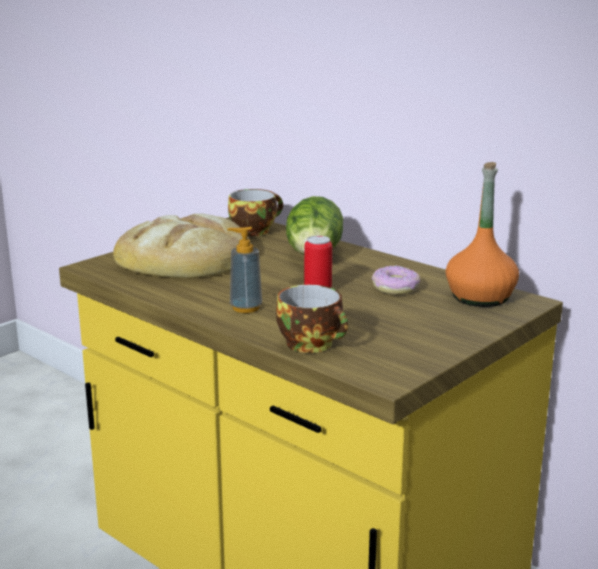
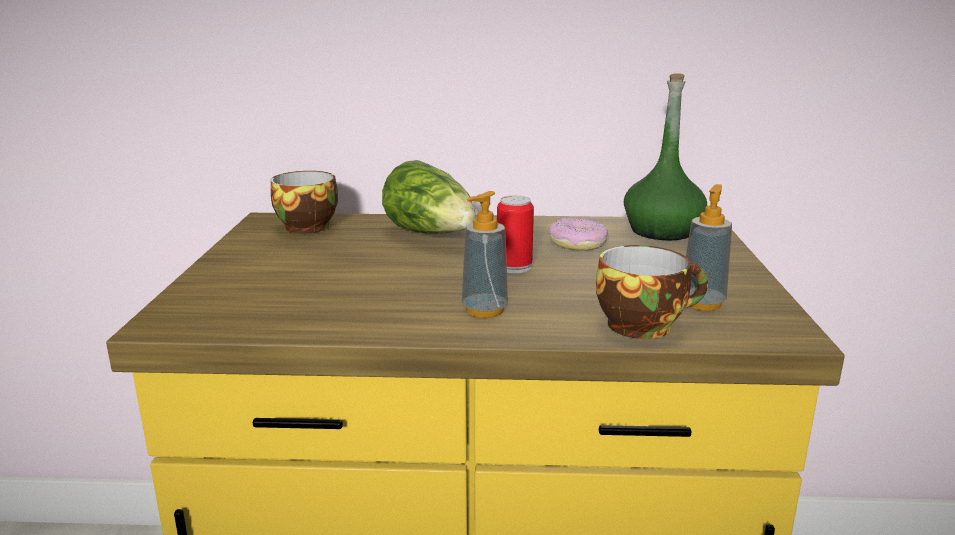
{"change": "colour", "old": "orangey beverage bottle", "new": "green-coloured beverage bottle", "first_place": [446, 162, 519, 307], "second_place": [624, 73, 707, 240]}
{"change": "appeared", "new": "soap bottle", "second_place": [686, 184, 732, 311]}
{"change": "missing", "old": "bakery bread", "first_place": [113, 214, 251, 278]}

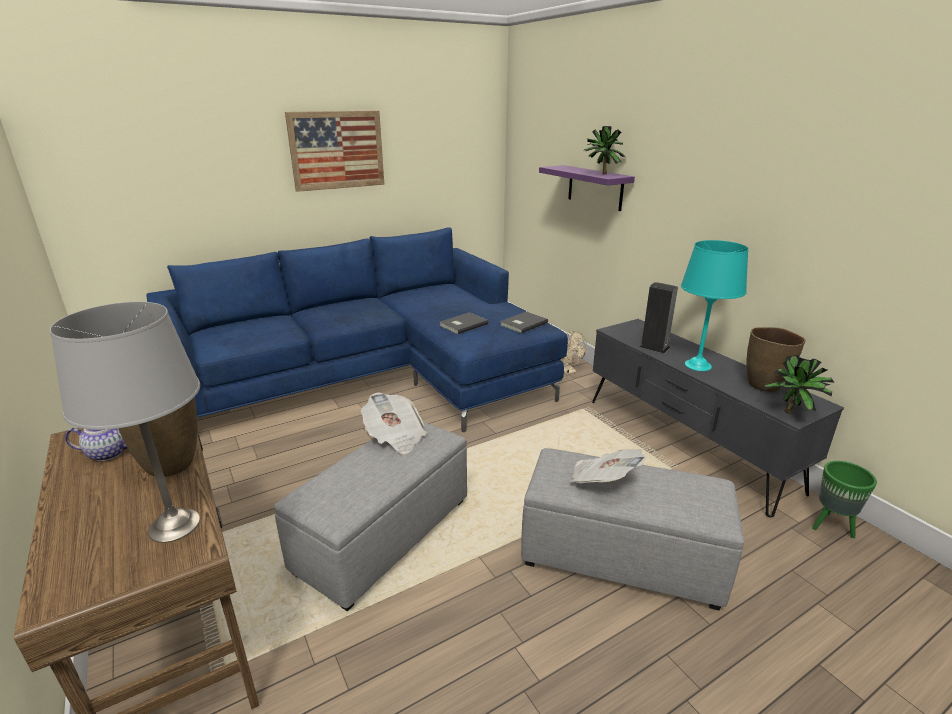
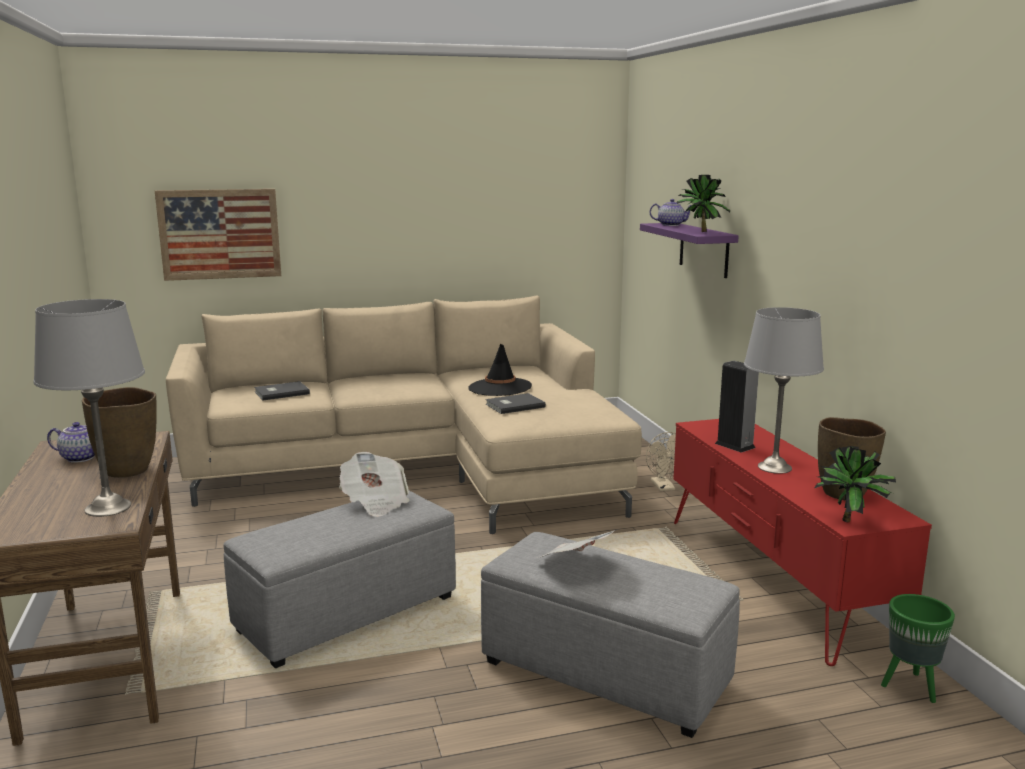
{"change": "relocated", "old": "picture", "first_place": [285, 111, 385, 192], "second_place": [155, 189, 281, 281]}
{"change": "colour", "old": "bluish couch", "new": "beige-coloured couch", "first_place": [147, 227, 568, 432], "second_place": [166, 296, 642, 534]}
{"change": "relocated", "old": "greyish book", "first_place": [500, 311, 548, 333], "second_place": [254, 381, 310, 400]}
{"change": "appeared", "new": "black hat", "second_place": [468, 344, 532, 396]}
{"change": "appeared", "new": "pot for tea", "second_place": [650, 199, 691, 226]}
{"change": "colour", "old": "greyish tv stand", "new": "red tv stand", "first_place": [592, 319, 844, 517], "second_place": [673, 419, 932, 666]}
{"change": "colour", "old": "turquoise-coloured table lamp", "new": "greyish table lamp", "first_place": [681, 240, 749, 371], "second_place": [744, 307, 824, 474]}

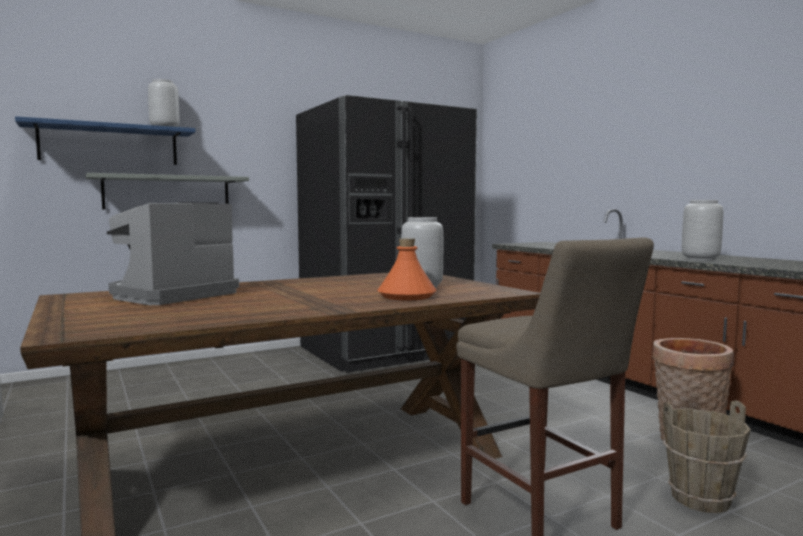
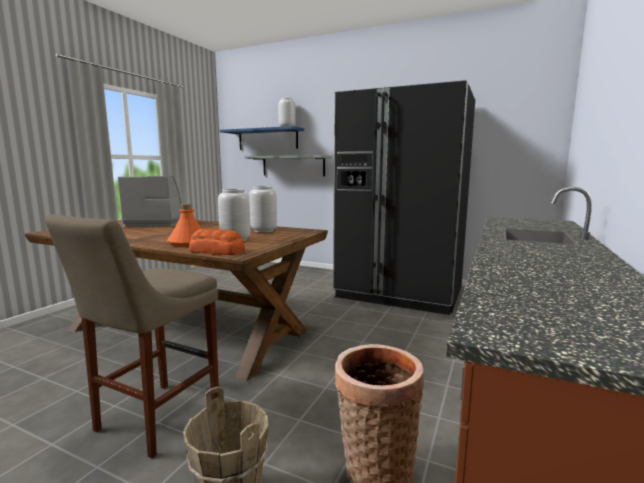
{"change": "appeared", "new": "bakery bread", "second_place": [189, 229, 245, 255]}
{"change": "relocated", "old": "greyish decorative vase", "first_place": [682, 200, 723, 261], "second_place": [249, 186, 277, 233]}

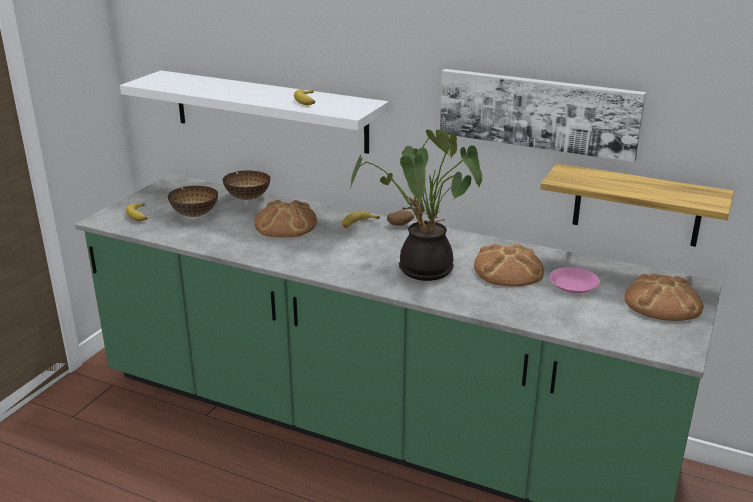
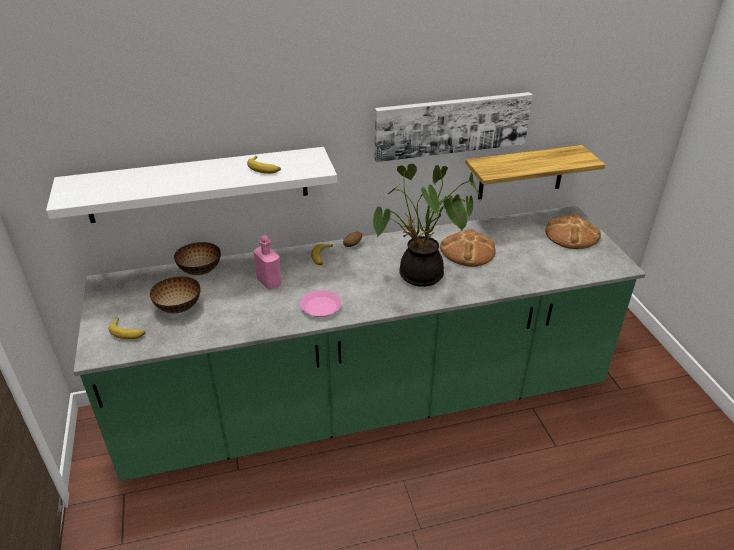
{"change": "exchanged", "old": "bakery bread", "new": "pink beverage bottle", "first_place": [254, 200, 317, 238], "second_place": [253, 235, 282, 290]}
{"change": "relocated", "old": "pink flat dish", "first_place": [550, 267, 600, 293], "second_place": [300, 290, 342, 317]}

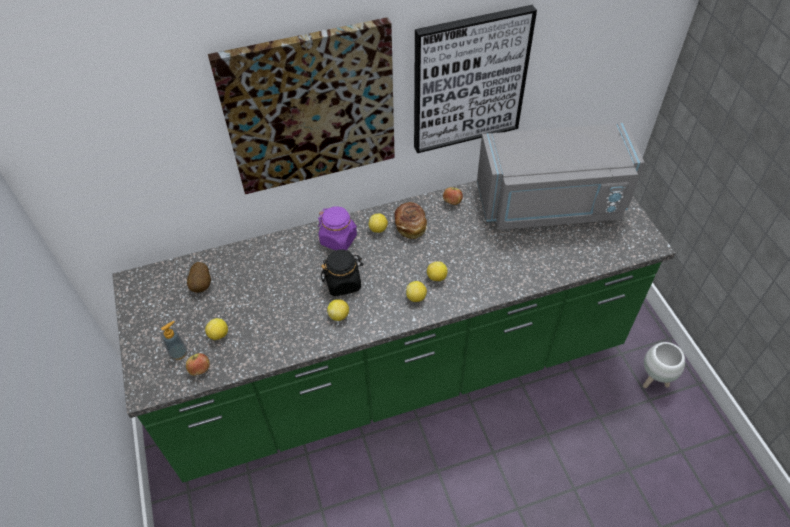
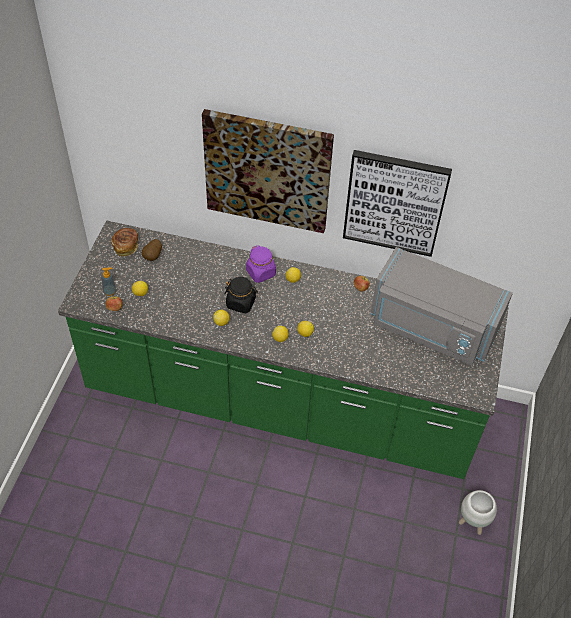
{"change": "relocated", "old": "bakery bread", "first_place": [394, 202, 427, 239], "second_place": [111, 228, 138, 256]}

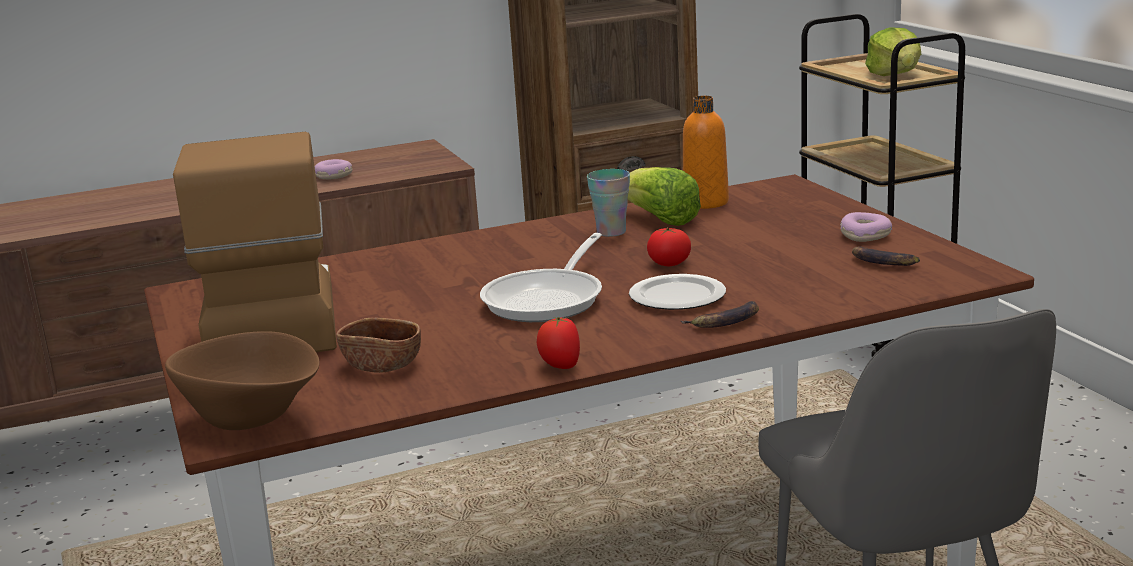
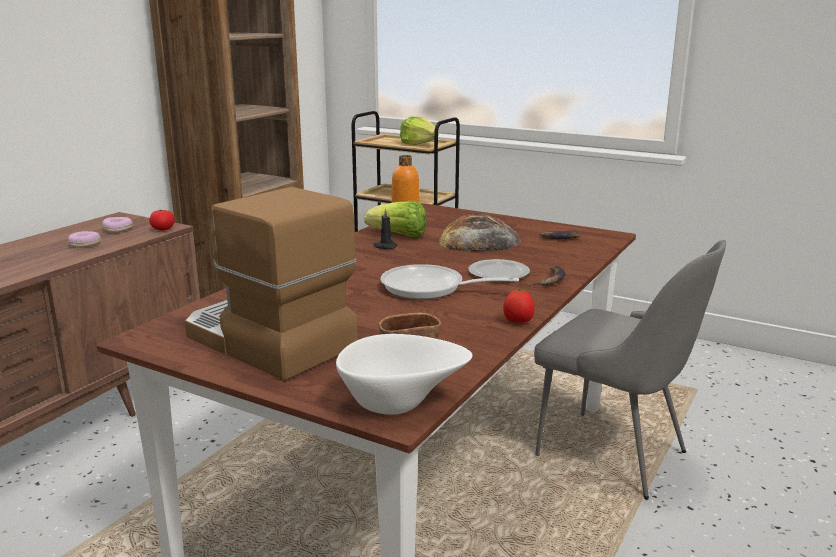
{"change": "relocated", "old": "ring doughnut", "first_place": [840, 212, 892, 242], "second_place": [102, 217, 133, 233]}
{"change": "relocated", "old": "tomato", "first_place": [647, 227, 691, 266], "second_place": [149, 210, 175, 231]}
{"change": "colour", "old": "brownish serving bowl", "new": "white serving bowl", "first_place": [165, 331, 319, 430], "second_place": [336, 334, 473, 415]}
{"change": "exchanged", "old": "small cup", "new": "black wax light", "first_place": [587, 169, 630, 237], "second_place": [374, 208, 398, 249]}
{"change": "spun", "old": "pan", "first_place": [480, 233, 602, 322], "second_place": [381, 264, 519, 300], "degrees": 120}
{"change": "appeared", "new": "bakery bread", "second_place": [438, 214, 521, 251]}

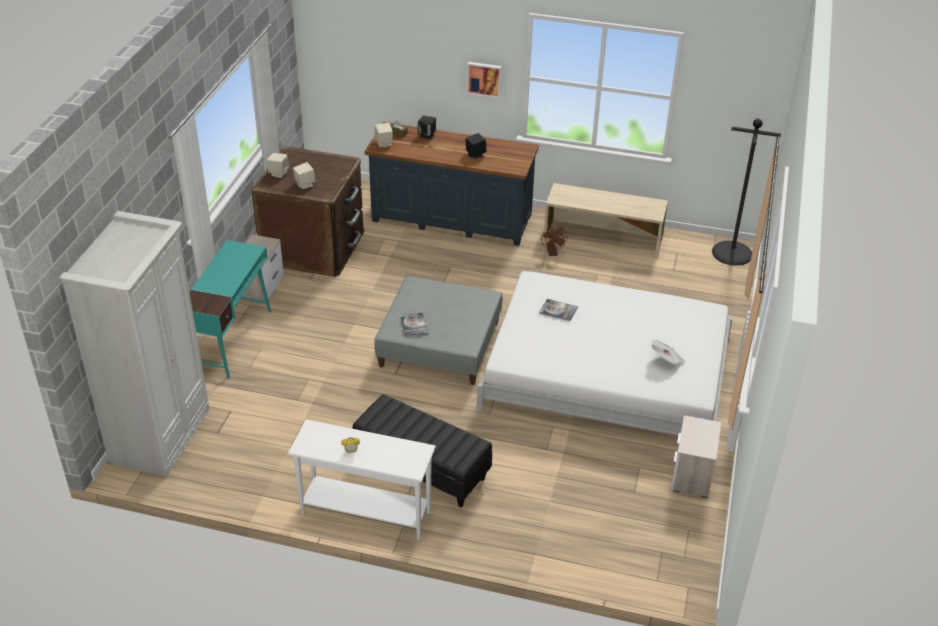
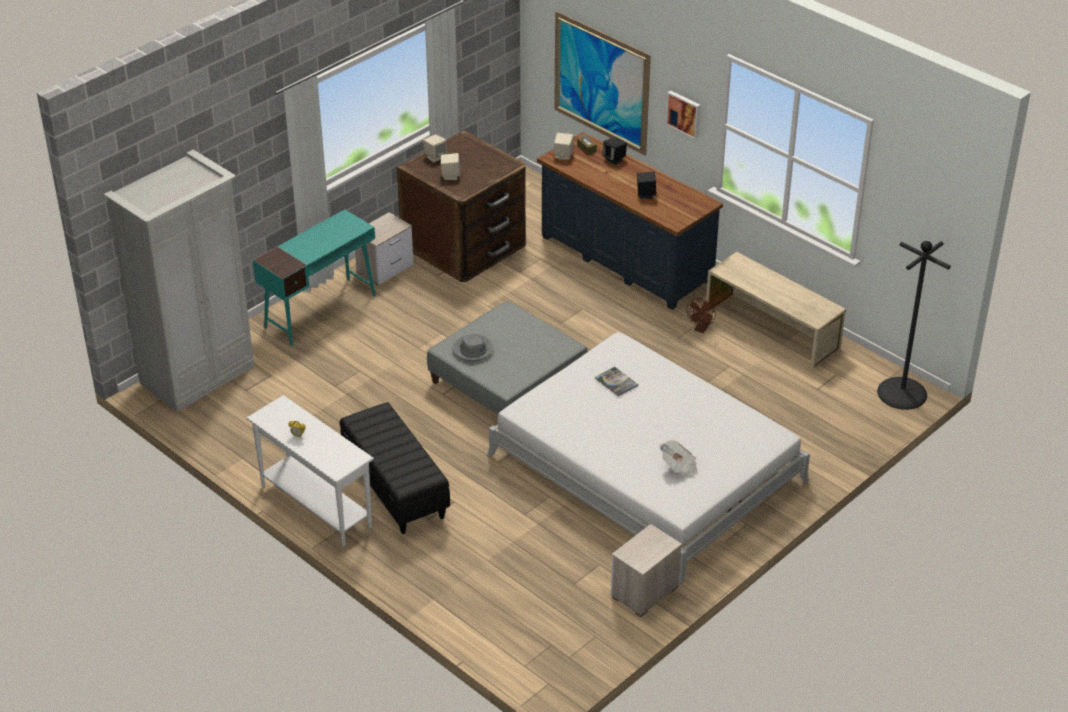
{"change": "exchanged", "old": "book", "new": "greyish hat", "first_place": [400, 313, 428, 337], "second_place": [452, 334, 493, 362]}
{"change": "appeared", "new": "picture", "second_place": [554, 11, 651, 156]}

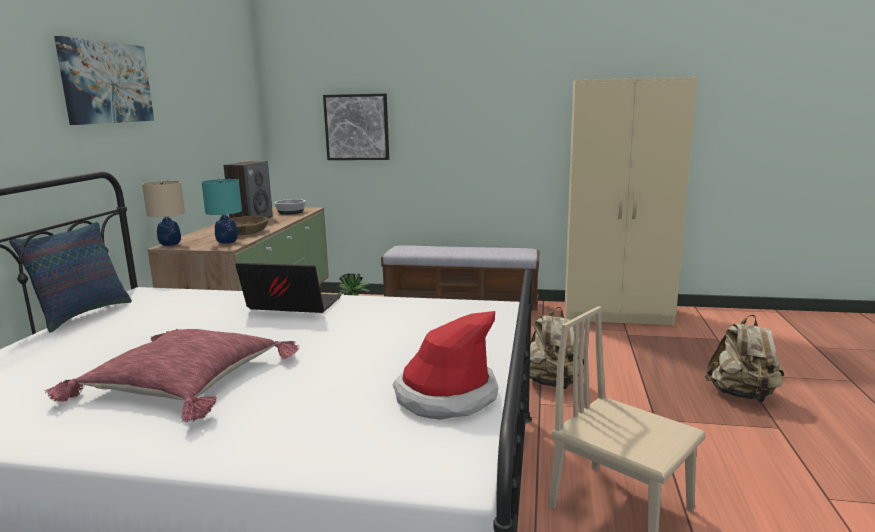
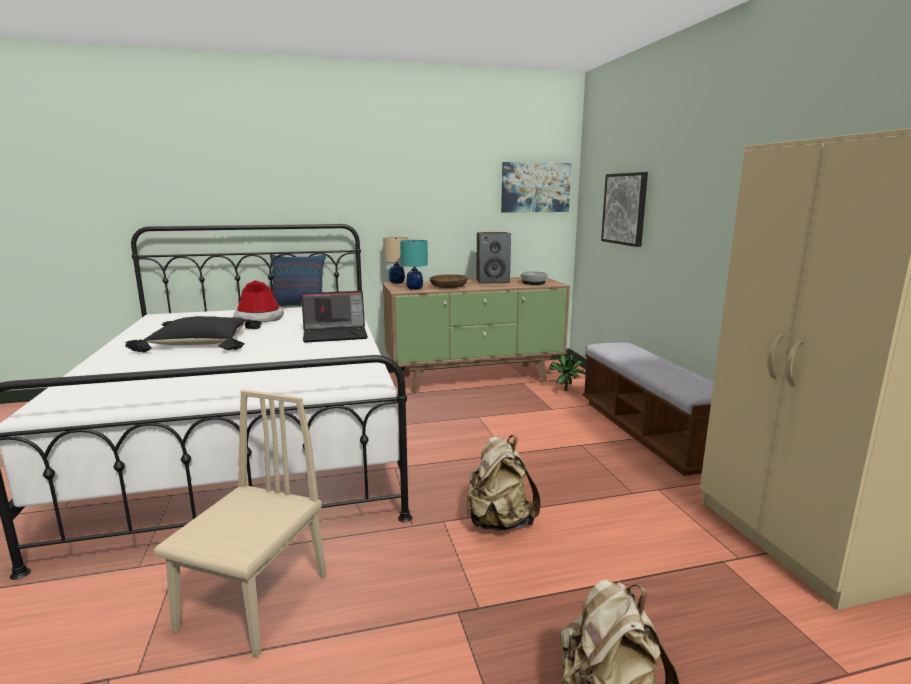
{"change": "colour", "old": "red throw pillow", "new": "black throw pillow", "first_place": [44, 329, 300, 423], "second_place": [125, 316, 263, 352]}
{"change": "relocated", "old": "hat", "first_place": [393, 311, 498, 420], "second_place": [233, 280, 284, 322]}
{"change": "spun", "old": "laptop", "first_place": [235, 263, 341, 313], "second_place": [301, 291, 368, 343], "degrees": 90}
{"change": "relocated", "old": "picture", "first_place": [54, 36, 154, 125], "second_place": [501, 162, 571, 213]}

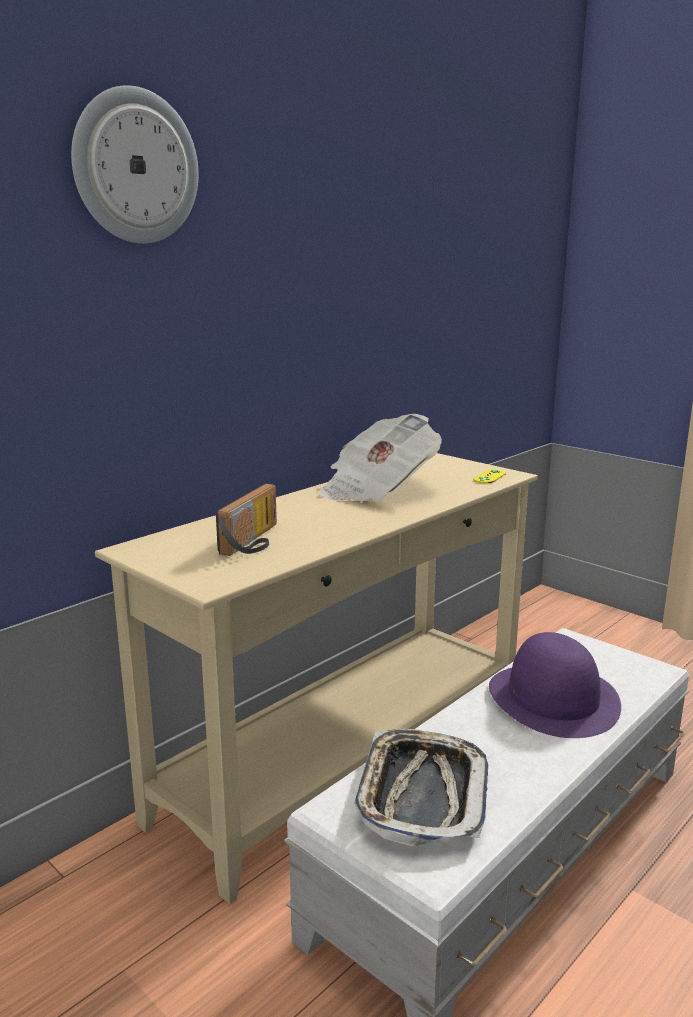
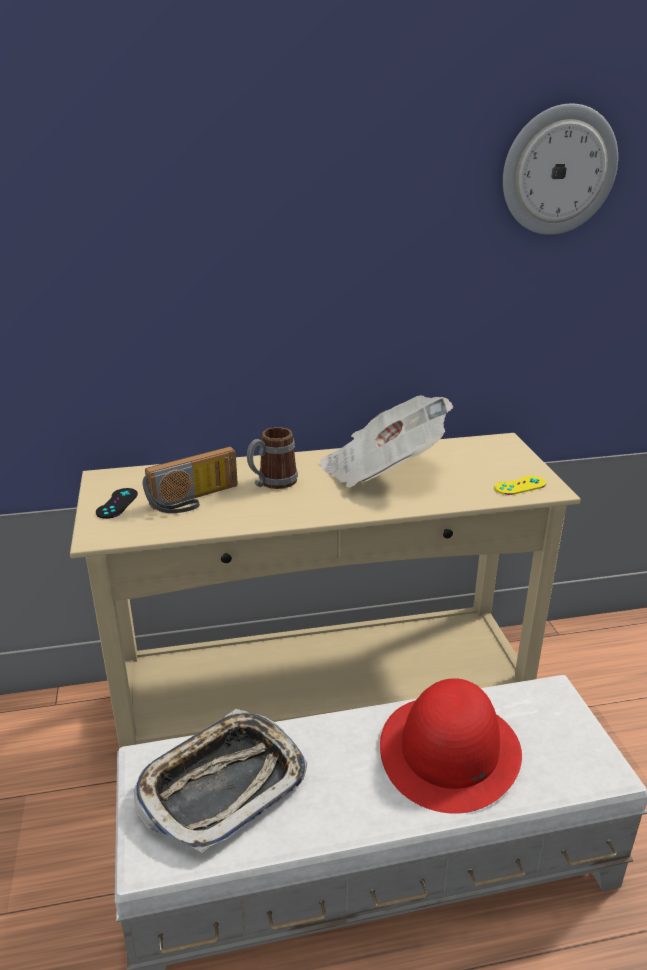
{"change": "appeared", "new": "black joypad", "second_place": [96, 488, 138, 519]}
{"change": "appeared", "new": "tea mug", "second_place": [247, 427, 298, 489]}
{"change": "colour", "old": "purple-coloured hat", "new": "red hat", "first_place": [489, 632, 621, 738], "second_place": [380, 678, 522, 814]}
{"change": "relocated", "old": "hanging clock", "first_place": [71, 85, 199, 244], "second_place": [503, 104, 618, 235]}

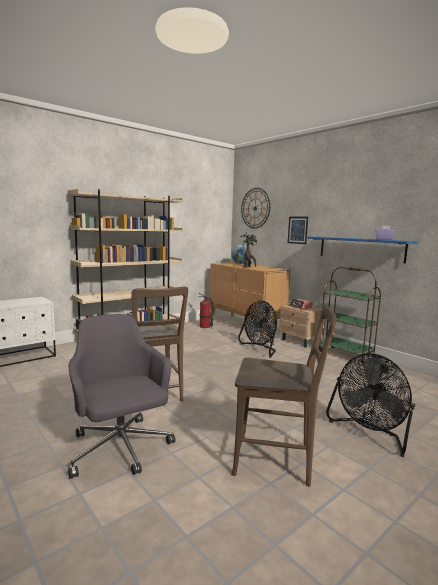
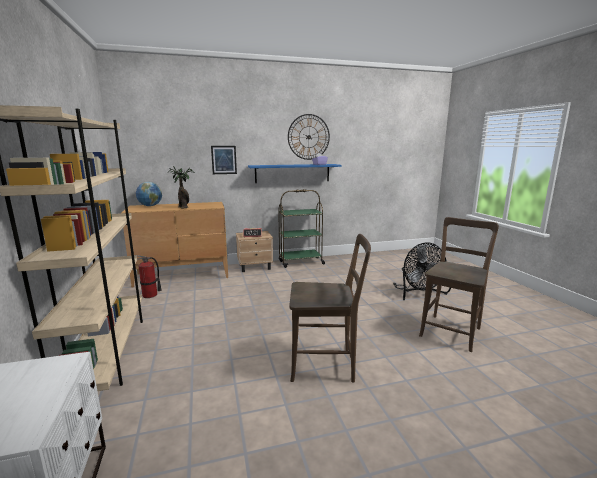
{"change": "relocated", "old": "hanging clock", "first_place": [241, 188, 270, 229], "second_place": [288, 114, 330, 160]}
{"change": "missing", "old": "greyish desk chair", "first_place": [68, 314, 175, 479]}
{"change": "missing", "old": "black cooling fan", "first_place": [238, 301, 278, 358]}

